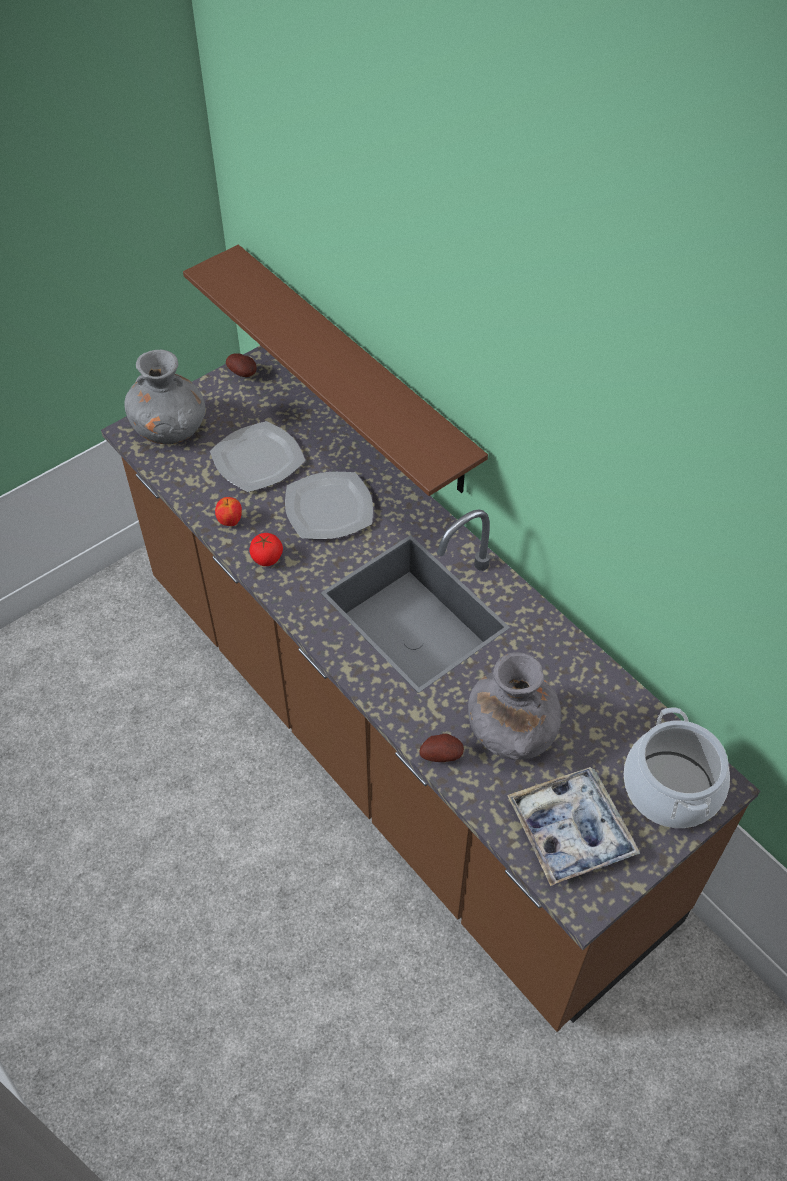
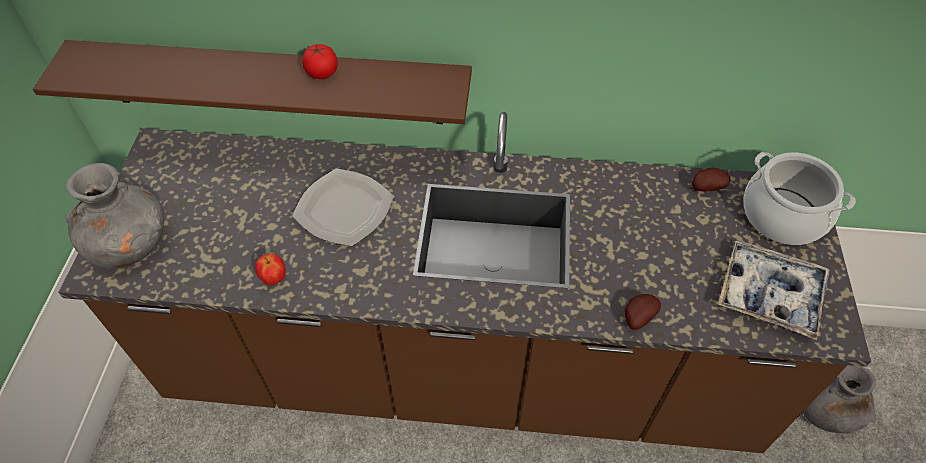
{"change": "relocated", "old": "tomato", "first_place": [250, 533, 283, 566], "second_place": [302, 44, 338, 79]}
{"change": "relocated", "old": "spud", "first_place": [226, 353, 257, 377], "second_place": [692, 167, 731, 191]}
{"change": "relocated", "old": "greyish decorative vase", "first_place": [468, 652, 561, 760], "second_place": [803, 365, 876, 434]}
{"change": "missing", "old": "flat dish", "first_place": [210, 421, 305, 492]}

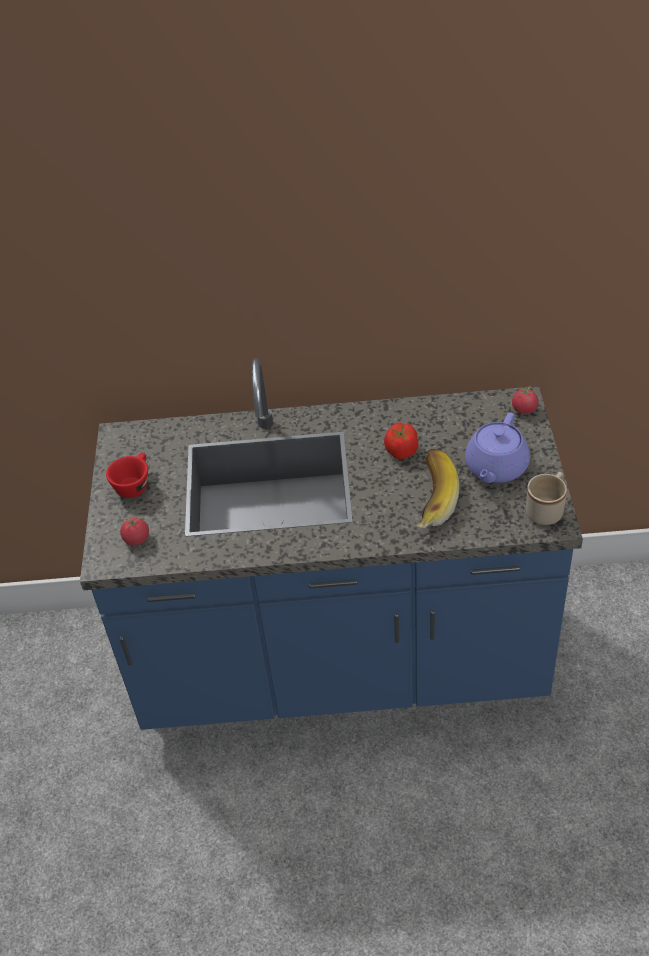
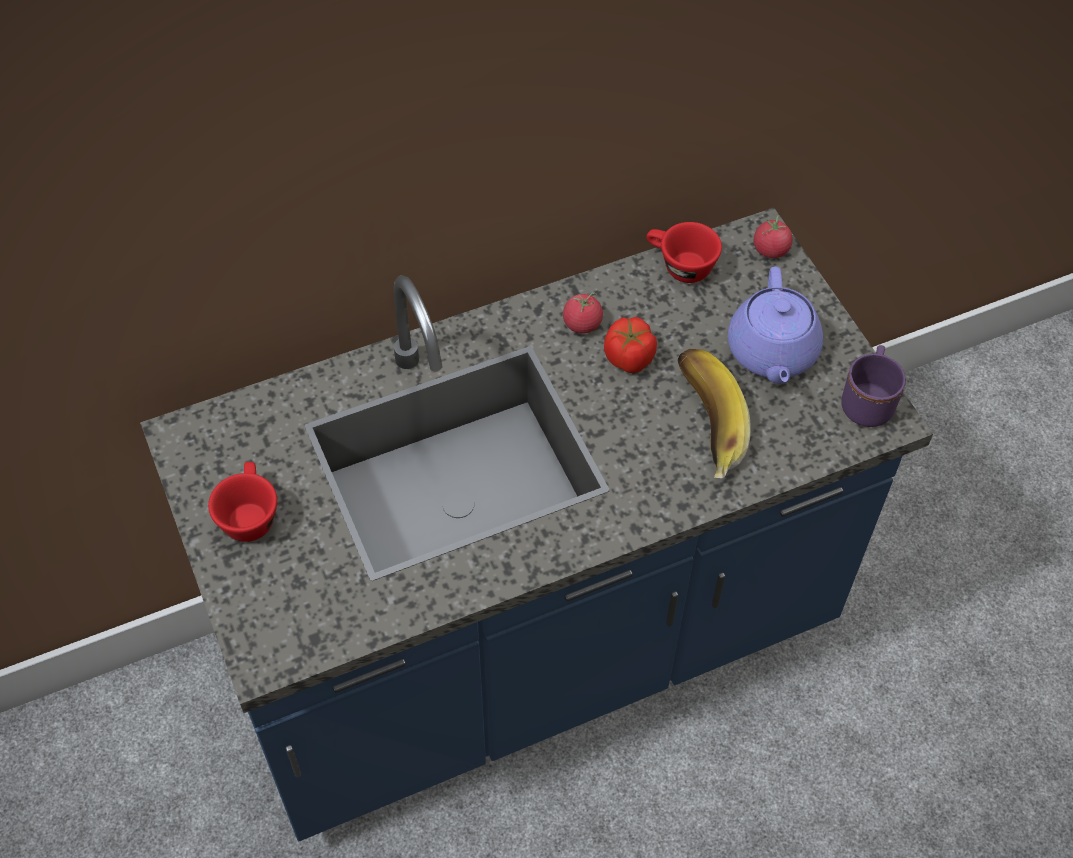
{"change": "relocated", "old": "tomato", "first_place": [120, 517, 149, 545], "second_place": [563, 292, 603, 334]}
{"change": "appeared", "new": "red small cup", "second_place": [646, 222, 722, 283]}
{"change": "colour", "old": "beige-coloured tea mug", "new": "purple-coloured tea mug", "first_place": [526, 472, 567, 525], "second_place": [841, 345, 906, 427]}

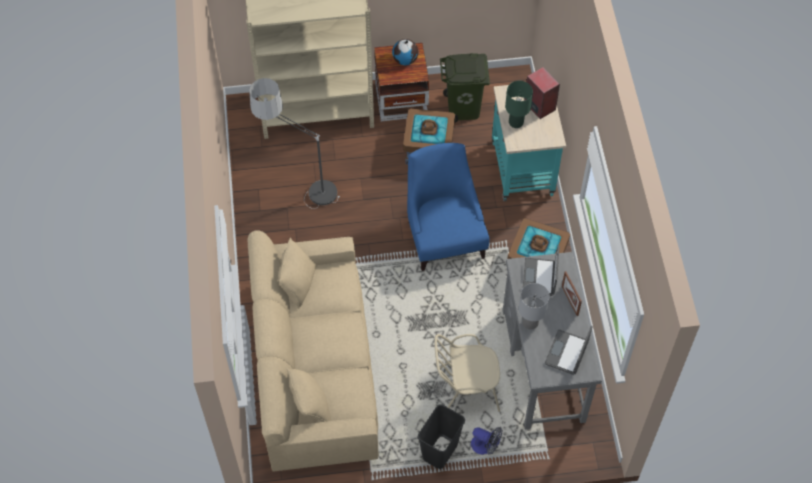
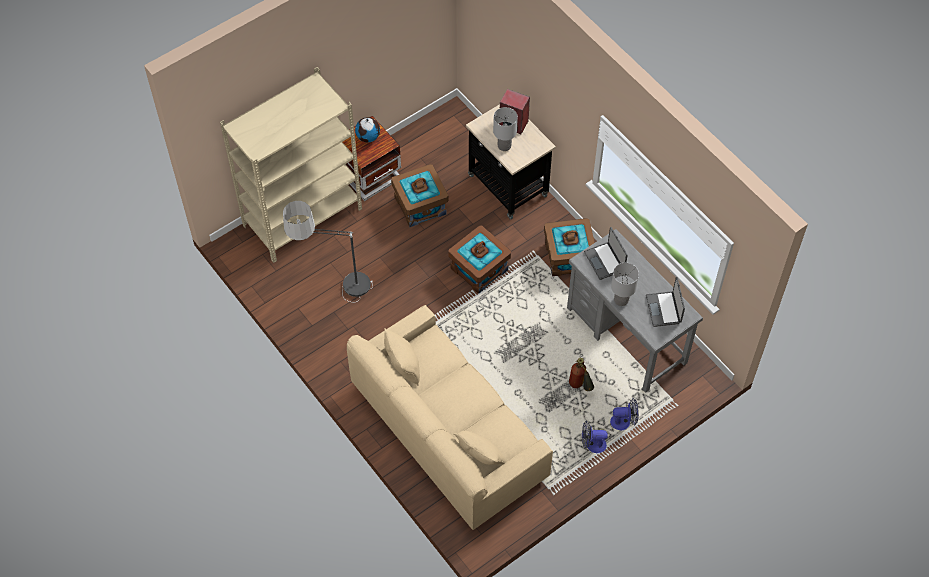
{"change": "exchanged", "old": "bluish armchair", "new": "brownish storage box", "first_place": [407, 143, 489, 271], "second_place": [448, 226, 511, 293]}
{"change": "colour", "old": "turquoise-coloured wheeled cart", "new": "black wheeled cart", "first_place": [492, 85, 566, 201], "second_place": [466, 104, 556, 220]}
{"change": "colour", "old": "green-coloured table lamp", "new": "greyish table lamp", "first_place": [505, 81, 533, 128], "second_place": [493, 107, 518, 151]}
{"change": "exchanged", "old": "beige-coloured plain chair", "new": "fire extinguisher", "first_place": [434, 334, 500, 413], "second_place": [569, 358, 594, 391]}
{"change": "exchanged", "old": "black rubbish bin", "new": "cooling fan", "first_place": [418, 404, 465, 469], "second_place": [582, 421, 608, 453]}
{"change": "missing", "old": "green-coloured rubbish bin", "first_place": [440, 53, 490, 122]}
{"change": "missing", "old": "picture frame", "first_place": [562, 271, 582, 316]}

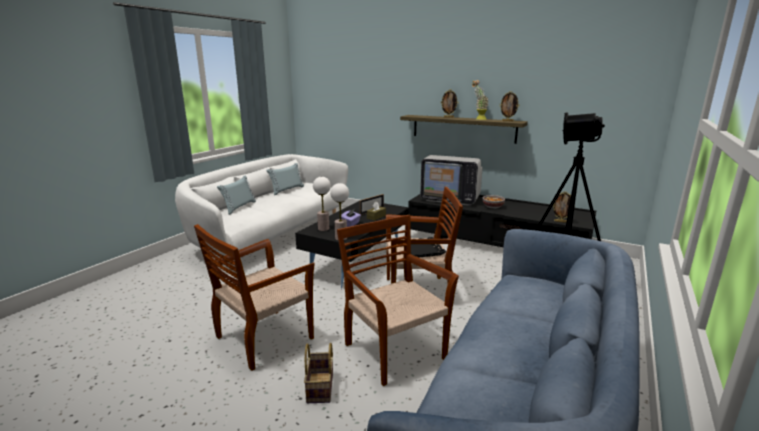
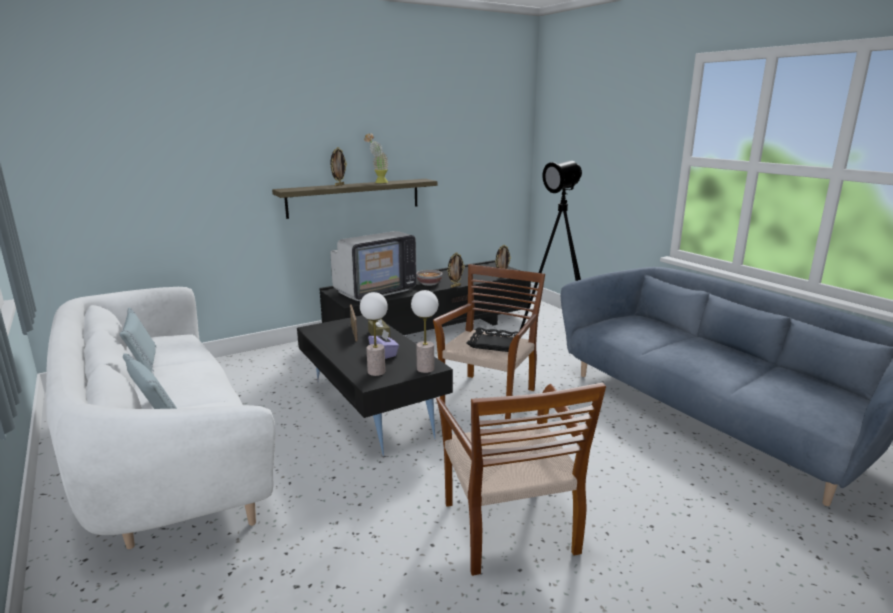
{"change": "relocated", "old": "picture frame", "first_place": [499, 91, 519, 121], "second_place": [448, 253, 465, 288]}
{"change": "missing", "old": "storage basket", "first_place": [304, 343, 333, 403]}
{"change": "missing", "old": "brownish armchair", "first_place": [337, 215, 459, 386]}

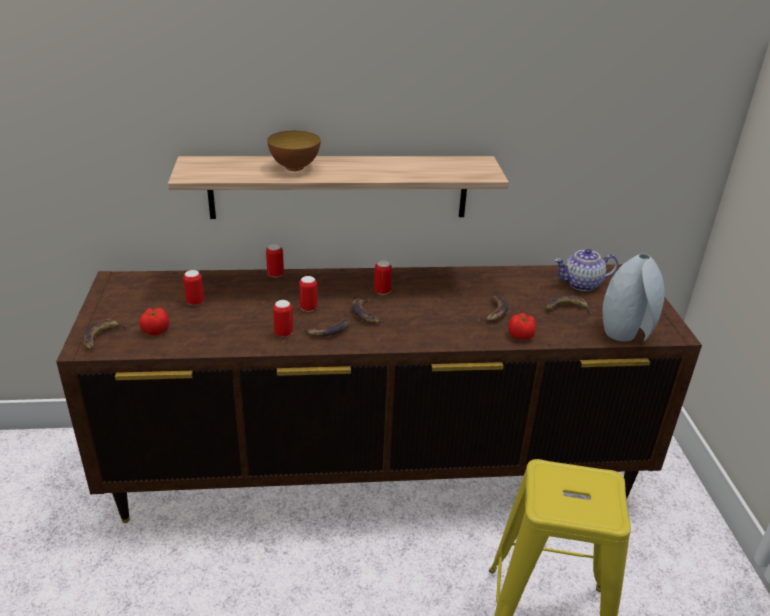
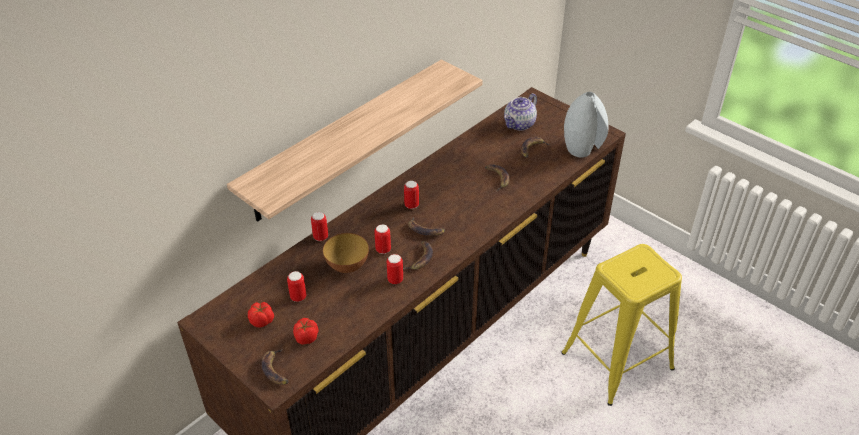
{"change": "relocated", "old": "tomato", "first_place": [508, 313, 536, 339], "second_place": [248, 302, 274, 327]}
{"change": "relocated", "old": "serving bowl", "first_place": [267, 131, 320, 171], "second_place": [323, 233, 369, 273]}

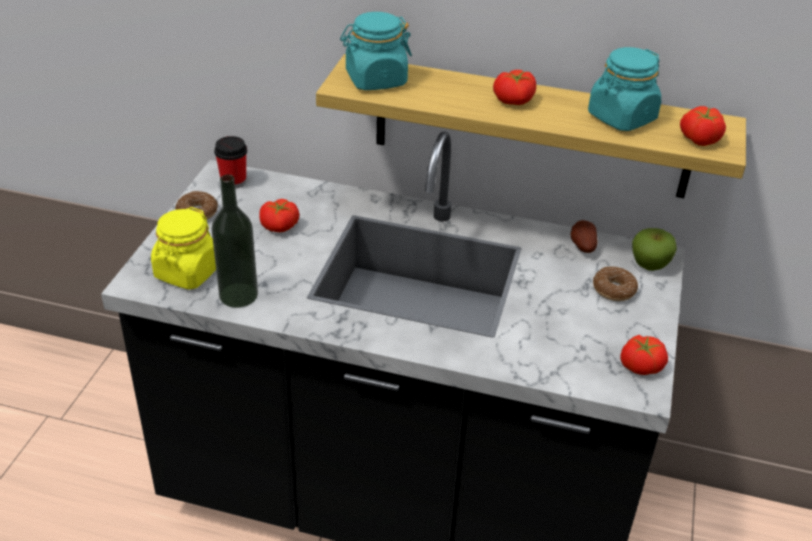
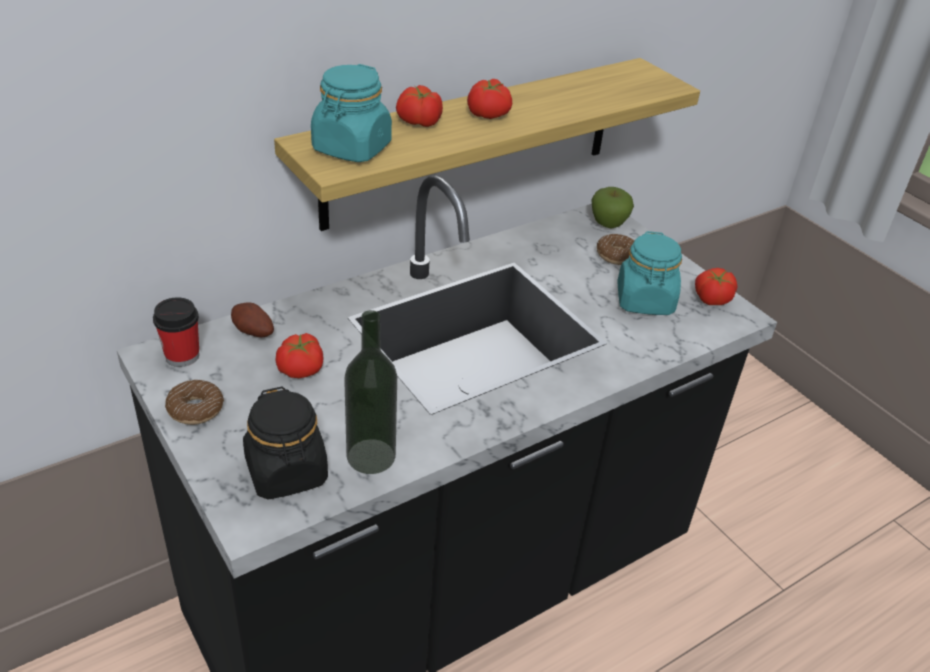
{"change": "relocated", "old": "spud", "first_place": [570, 220, 597, 253], "second_place": [231, 302, 274, 338]}
{"change": "colour", "old": "yellow-coloured preserve jar", "new": "black preserve jar", "first_place": [151, 207, 216, 290], "second_place": [243, 387, 328, 500]}
{"change": "relocated", "old": "tomato", "first_place": [680, 106, 726, 146], "second_place": [396, 85, 443, 127]}
{"change": "relocated", "old": "turquoise-coloured preserve jar", "first_place": [588, 47, 661, 131], "second_place": [617, 231, 682, 315]}

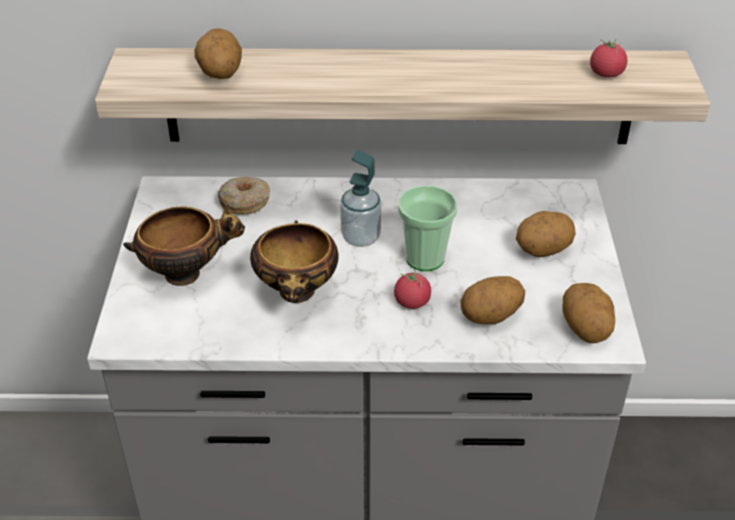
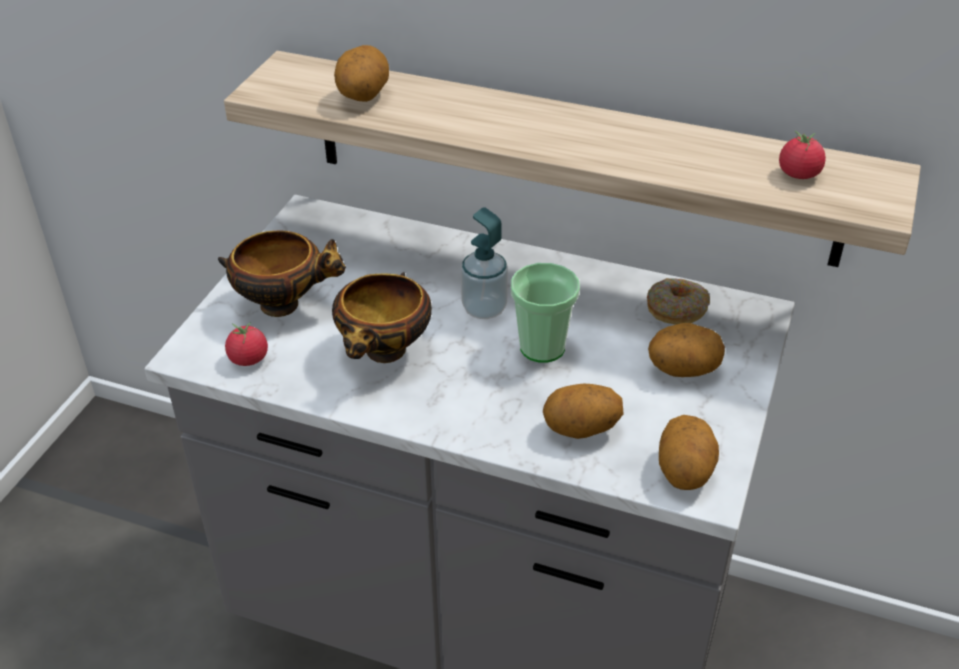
{"change": "relocated", "old": "tomato", "first_place": [394, 269, 431, 309], "second_place": [225, 323, 268, 366]}
{"change": "relocated", "old": "ring doughnut", "first_place": [218, 177, 270, 214], "second_place": [647, 278, 710, 325]}

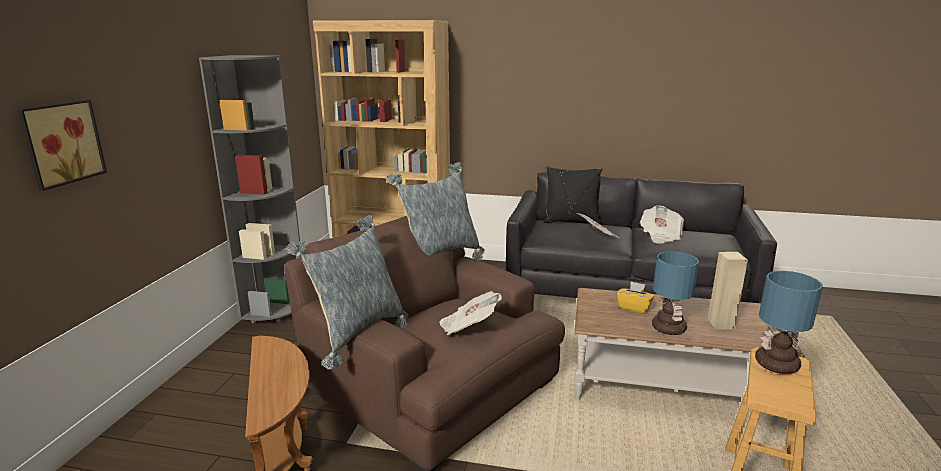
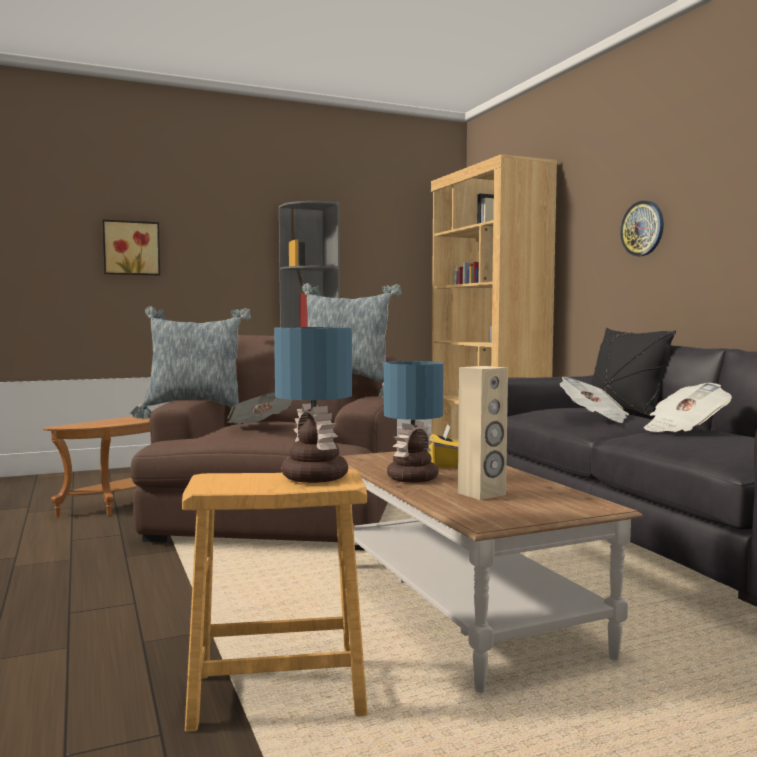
{"change": "appeared", "new": "hanging clock", "second_place": [620, 200, 664, 256]}

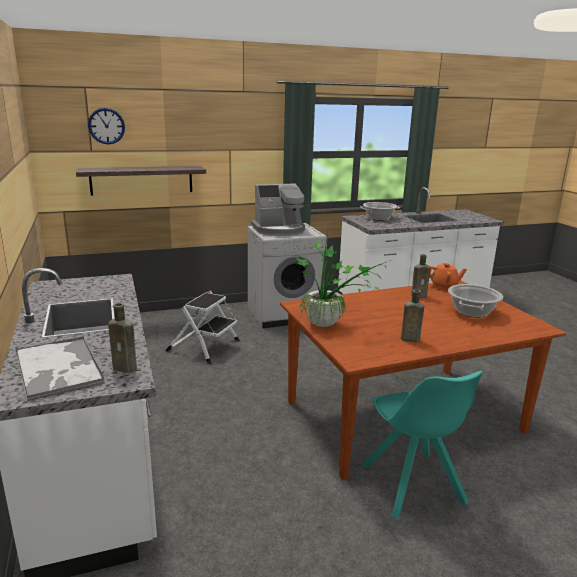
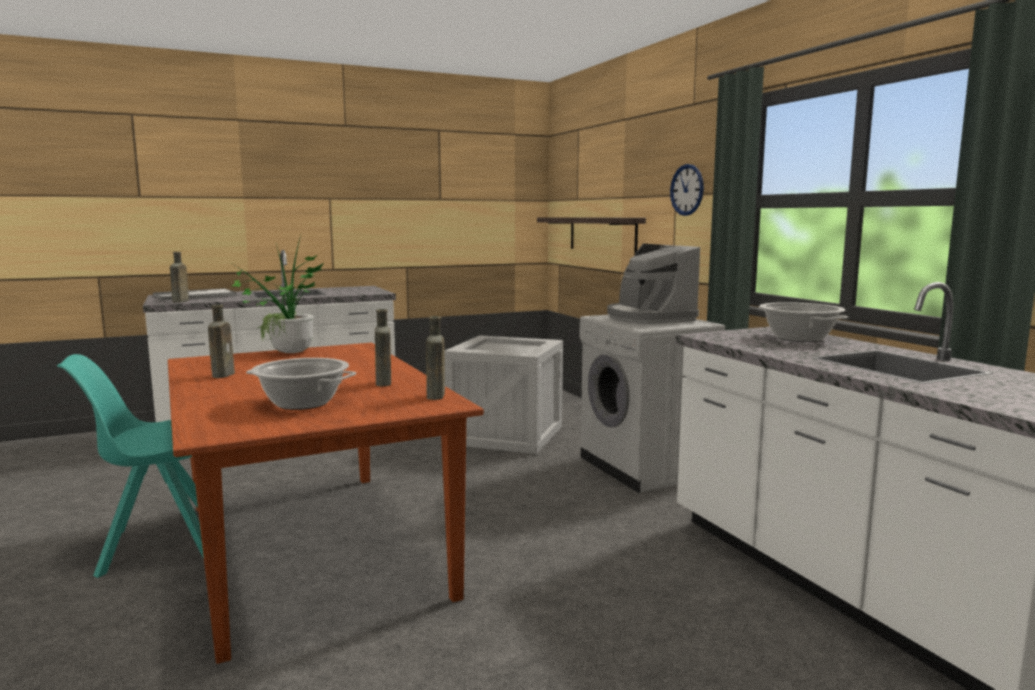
{"change": "exchanged", "old": "orangey pot for tea", "new": "brownish beverage bottle", "first_place": [429, 263, 467, 289], "second_place": [426, 316, 445, 400]}
{"change": "exchanged", "old": "stepladder", "new": "packing crate", "first_place": [165, 290, 240, 364], "second_place": [445, 335, 563, 454]}
{"change": "relocated", "old": "hanging clock", "first_place": [88, 108, 125, 145], "second_place": [670, 164, 704, 216]}

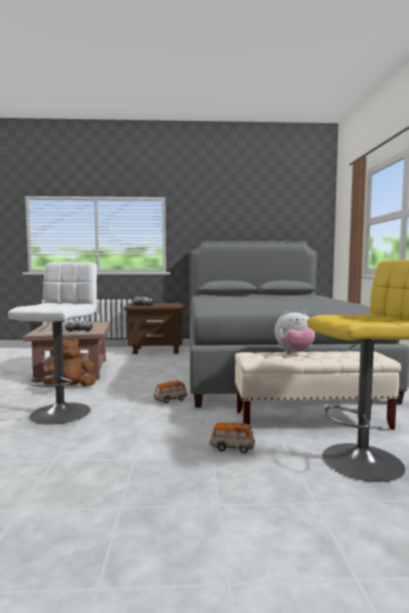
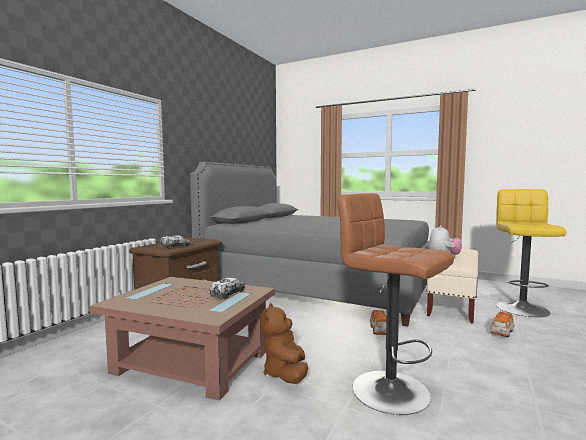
{"change": "colour", "old": "white stool seat", "new": "brownish stool seat", "first_place": [8, 262, 97, 425], "second_place": [337, 193, 454, 415]}

